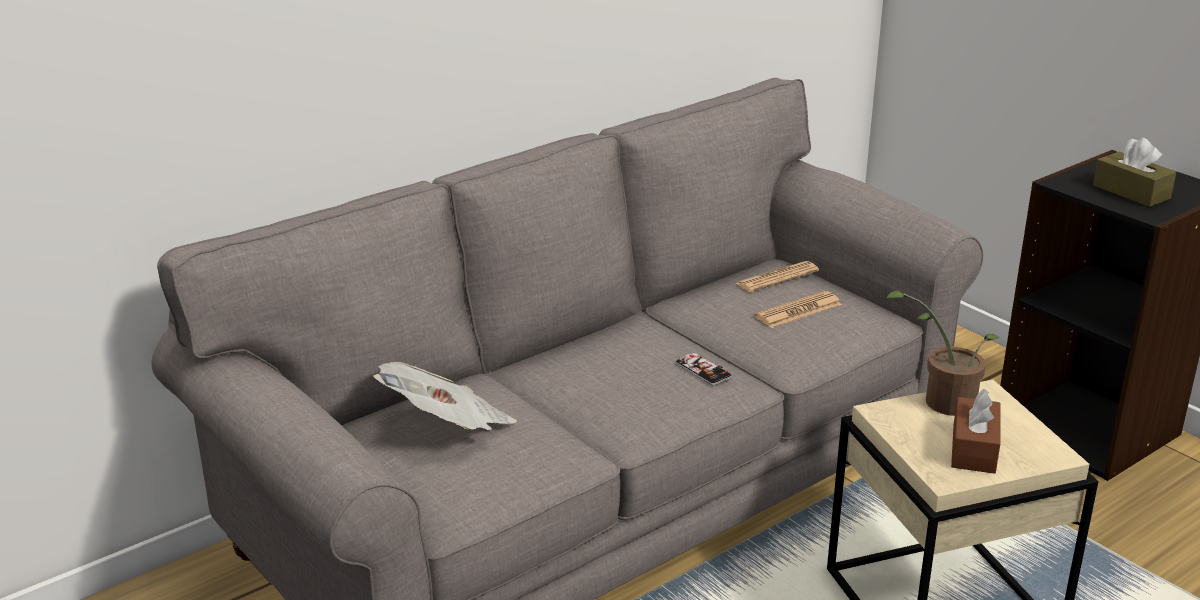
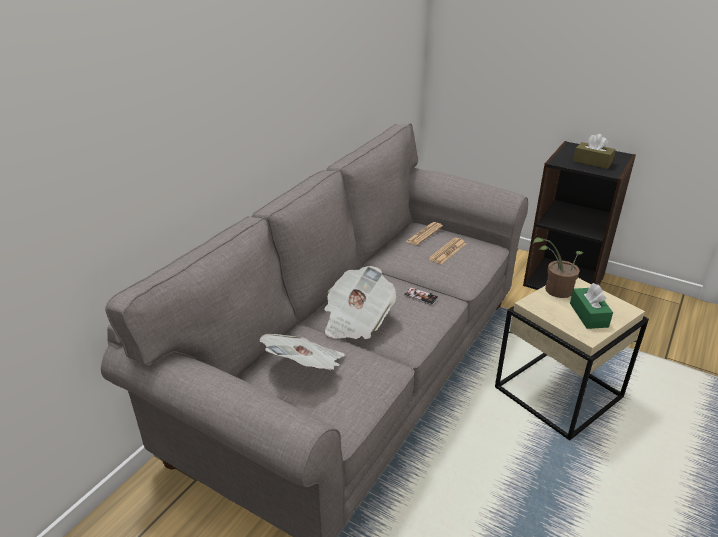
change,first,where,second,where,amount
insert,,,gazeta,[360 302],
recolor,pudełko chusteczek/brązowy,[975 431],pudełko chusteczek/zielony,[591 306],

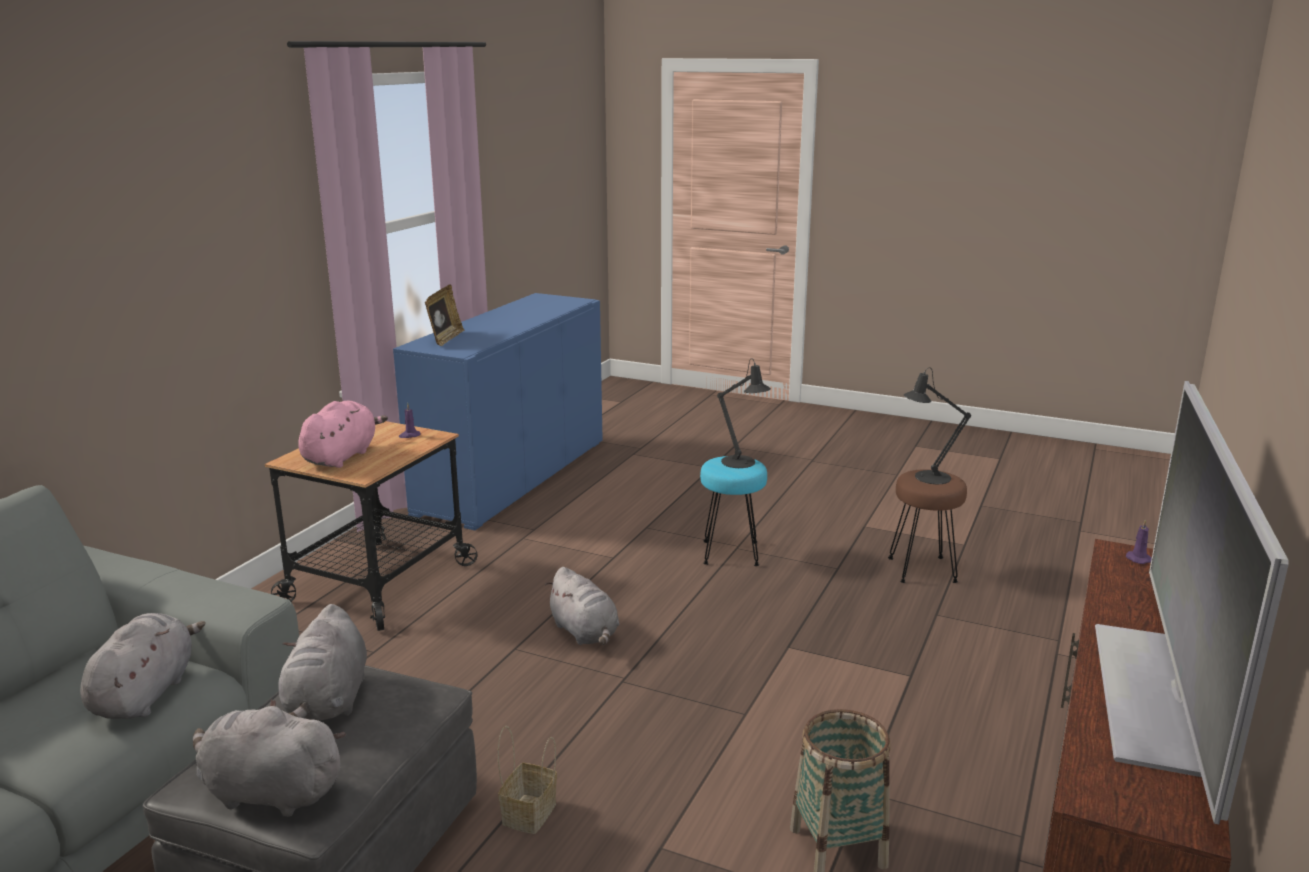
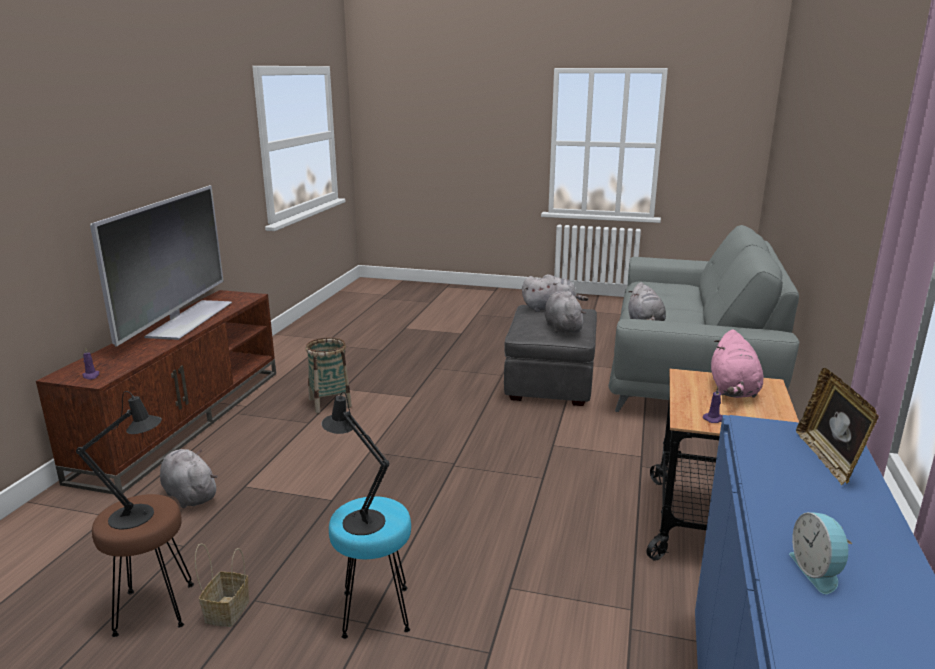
change,first,where,second,where,amount
move,pluszak/szary,[582 606],,[189 478],
move,koszyk,[527 780],,[222 585],
insert,,,budzik,[821 553],

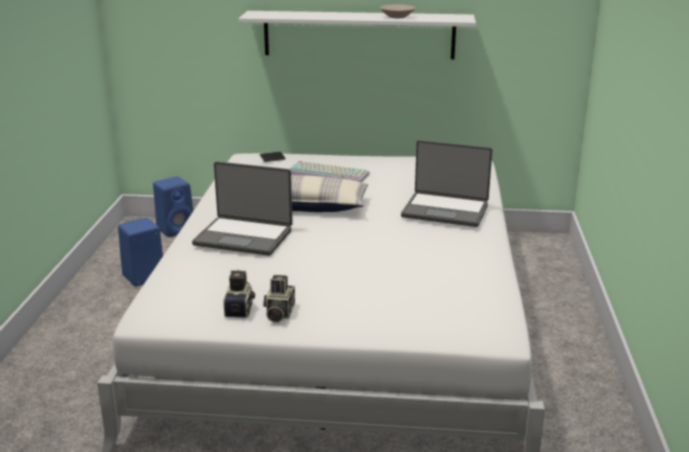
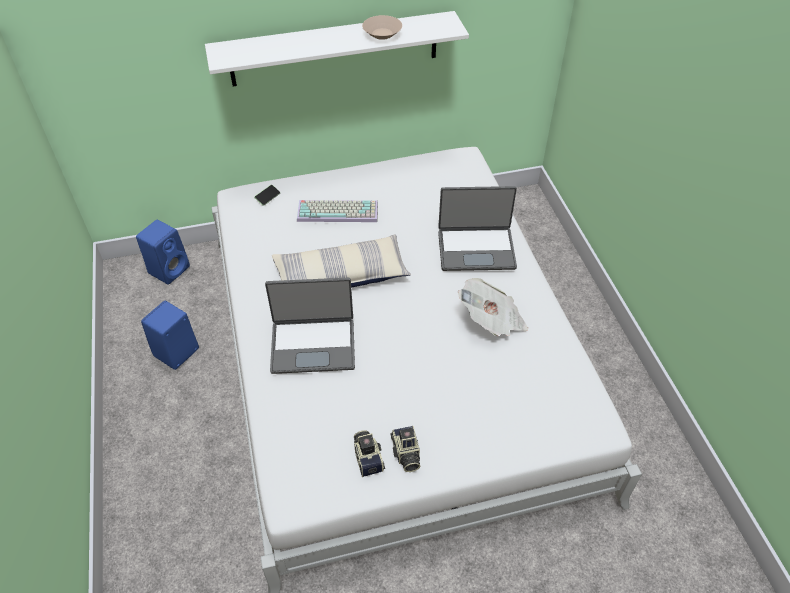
change,first,where,second,where,amount
insert,,,gazeta,[493 307],

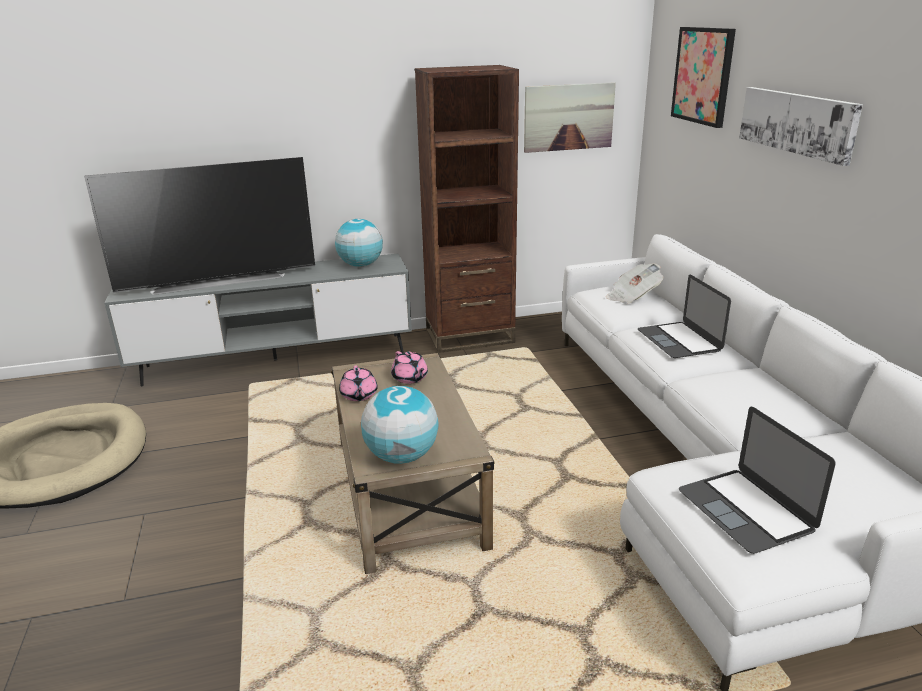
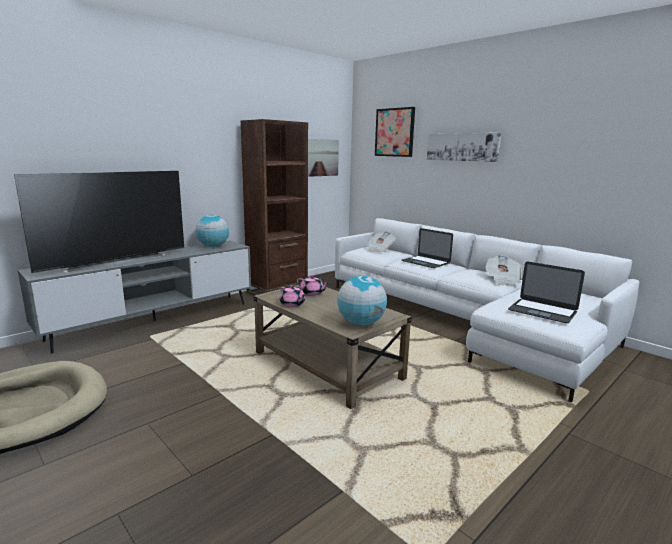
change,first,where,second,where,amount
insert,,,gazeta,[503 270],

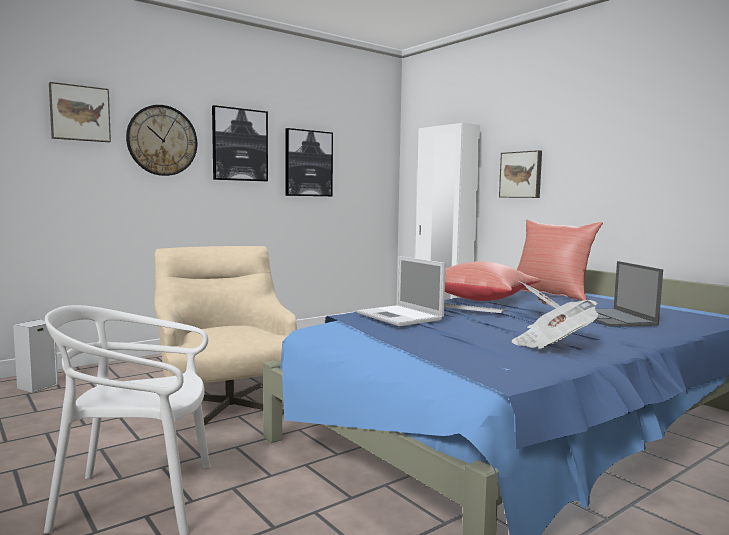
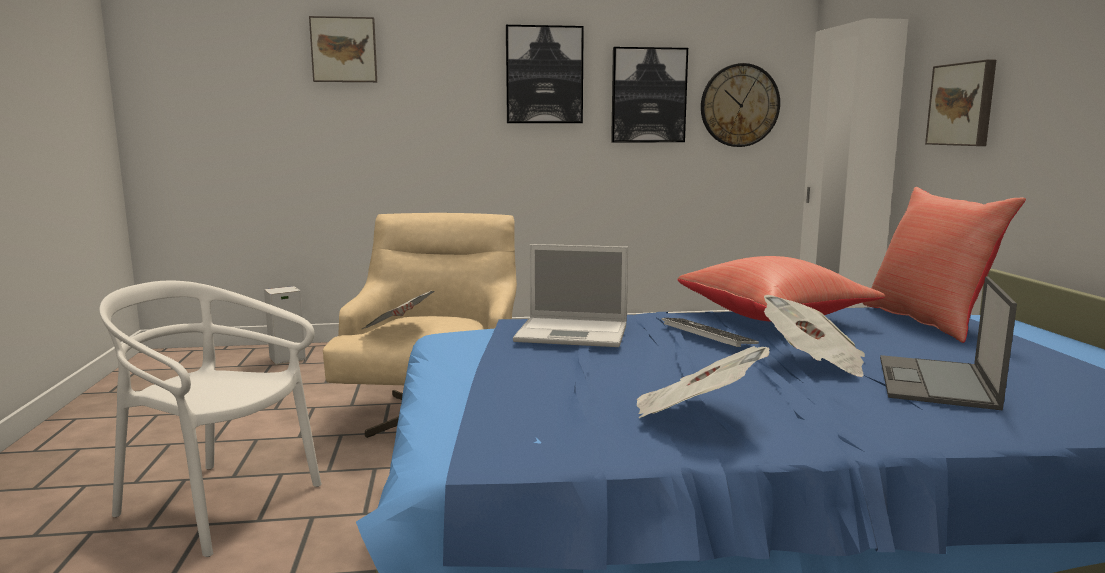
change,first,where,second,where,amount
insert,,,gazeta,[397 310],
rotate,laptop,[401 291],,[570 295],75 degrees counterclockwise
move,zegar ścienny,[161 140],,[740 105],

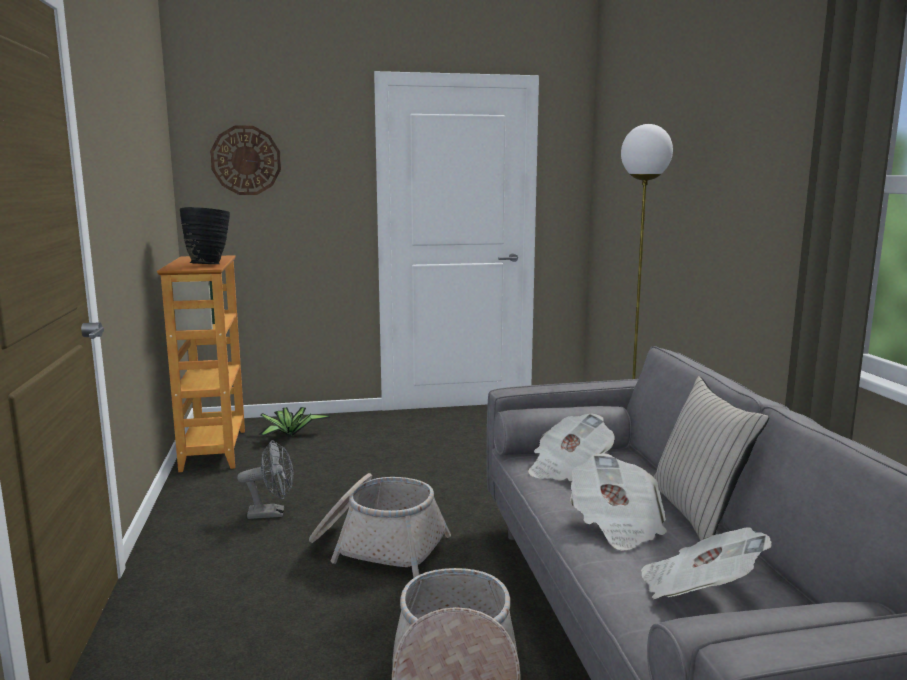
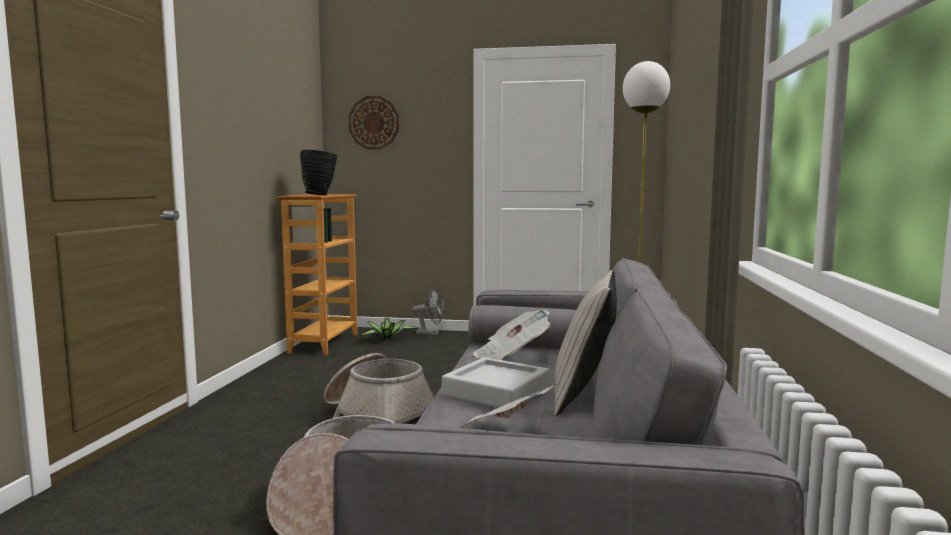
change,first,where,second,where,amount
move,wentylator/szary,[265 479],,[428 312],
replace,gazeta,[618 502],taca/szary,[496 382],

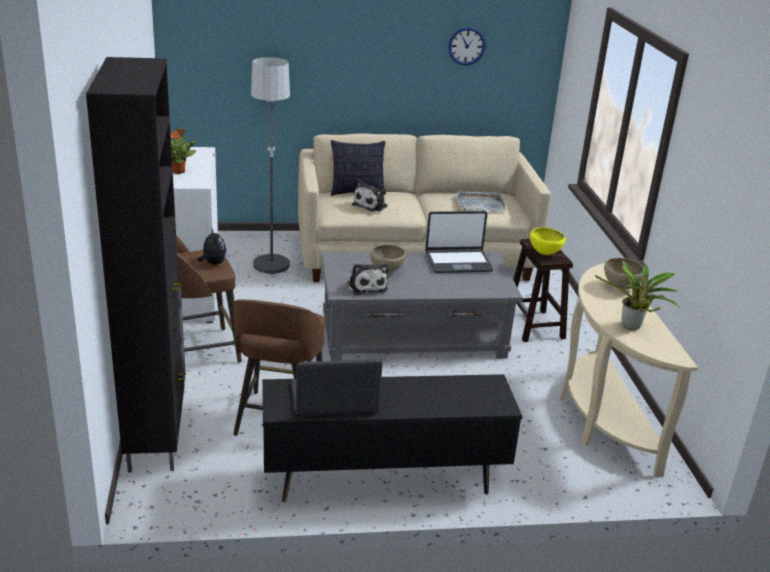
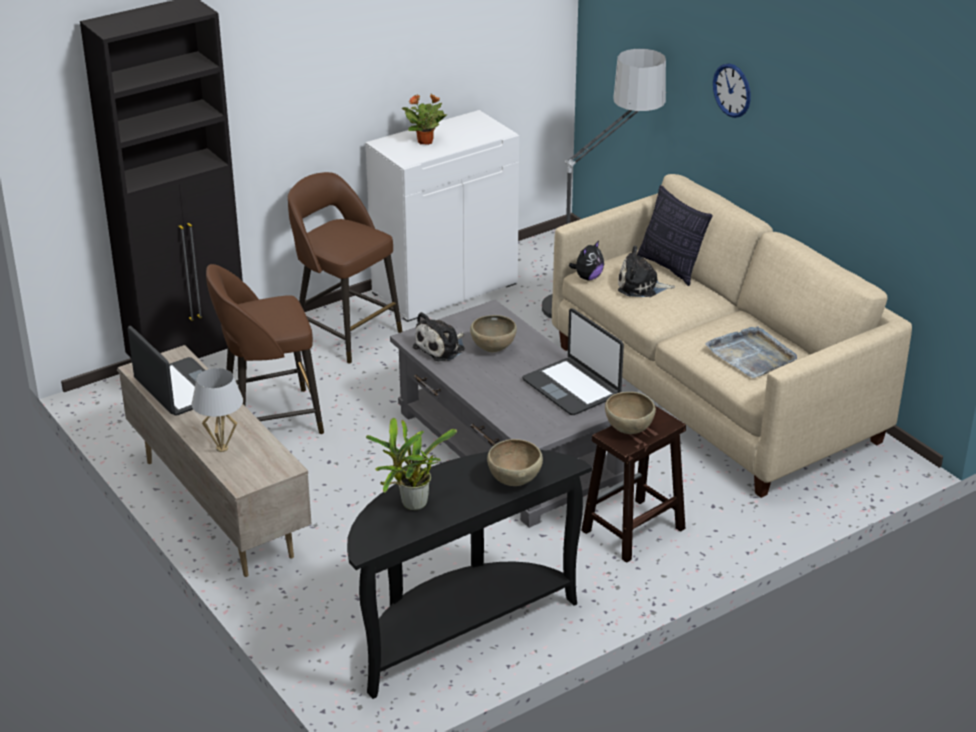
change,first,where,second,where,amount
recolor,szafka pod telewizor/czarny,[392 438],szafka pod telewizor/beżowy,[214 461],
insert,,,lampa stołowa/biały,[217 410],
recolor,stolik konsolowy/beżowy,[629 370],stolik konsolowy/czarny,[469 574],
move,pluszak,[211 246],,[586 260],
recolor,miska/żółty,[548 241],miska/brązowy,[630 413],
move,zegar ścienny,[467 46],,[732 90],

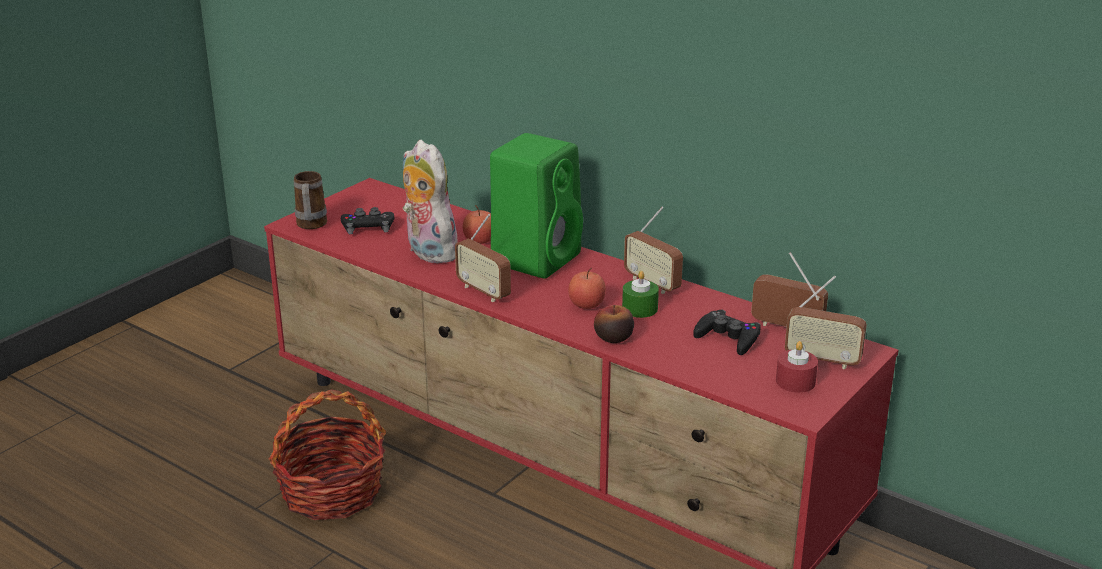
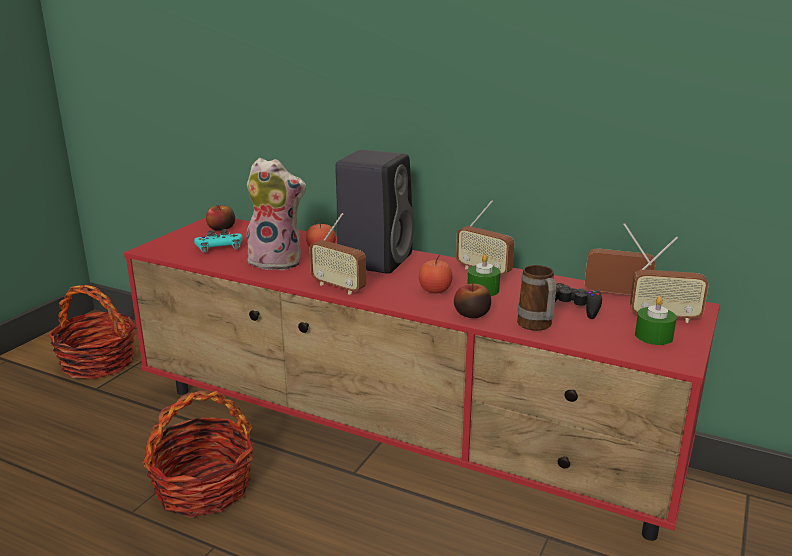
change,first,where,second,where,amount
insert,,,koszyk,[92 332],
recolor,pad do gier/czarny,[367 220],pad do gier/turkusowy,[218 241],
insert,,,jabłko,[220 218],
rotate,pluszak,[430 202],,[276 214],150 degrees clockwise
recolor,głośnik/zielony,[536 206],głośnik/czarny,[374 212],
move,kubek,[310 200],,[536 298],
recolor,świeca/czerwony,[797 367],świeca/zielony,[656 320],

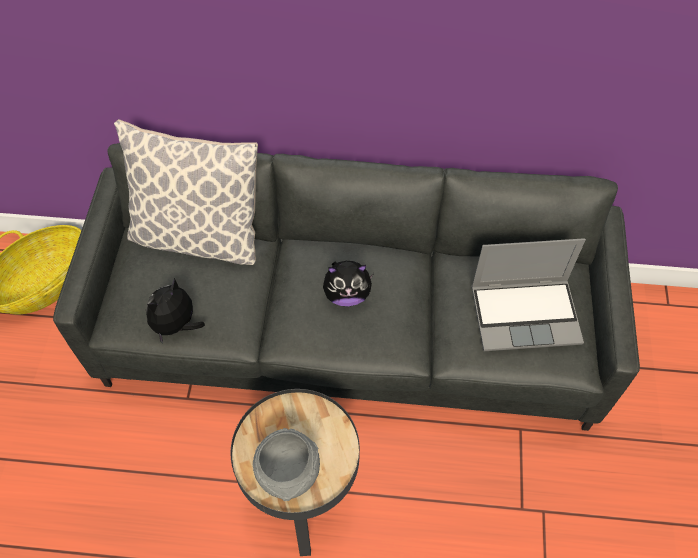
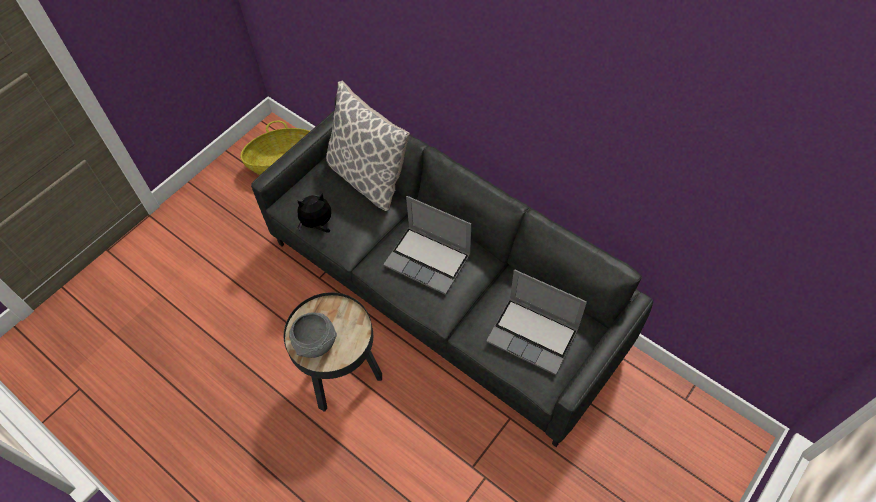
change,first,where,second,where,amount
replace,pluszak,[348 284],laptop,[427 245],

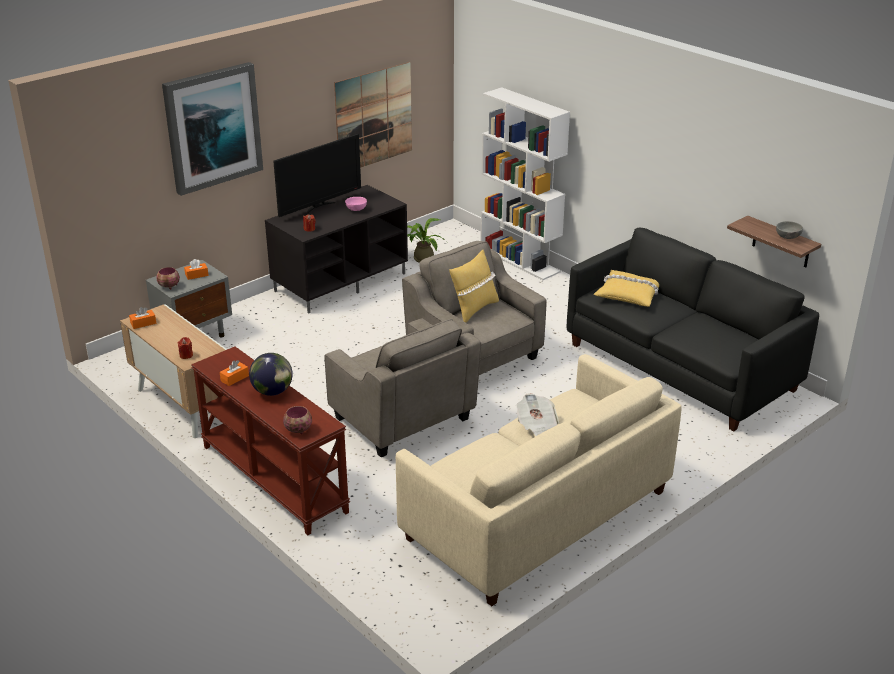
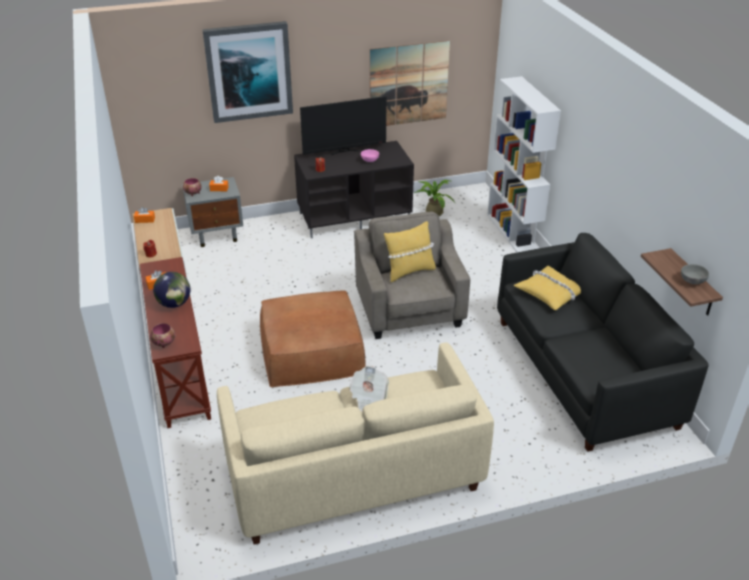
change,first,where,second,where,amount
replace,fotel/szary,[402 387],pufa/brązowy,[313 339],

